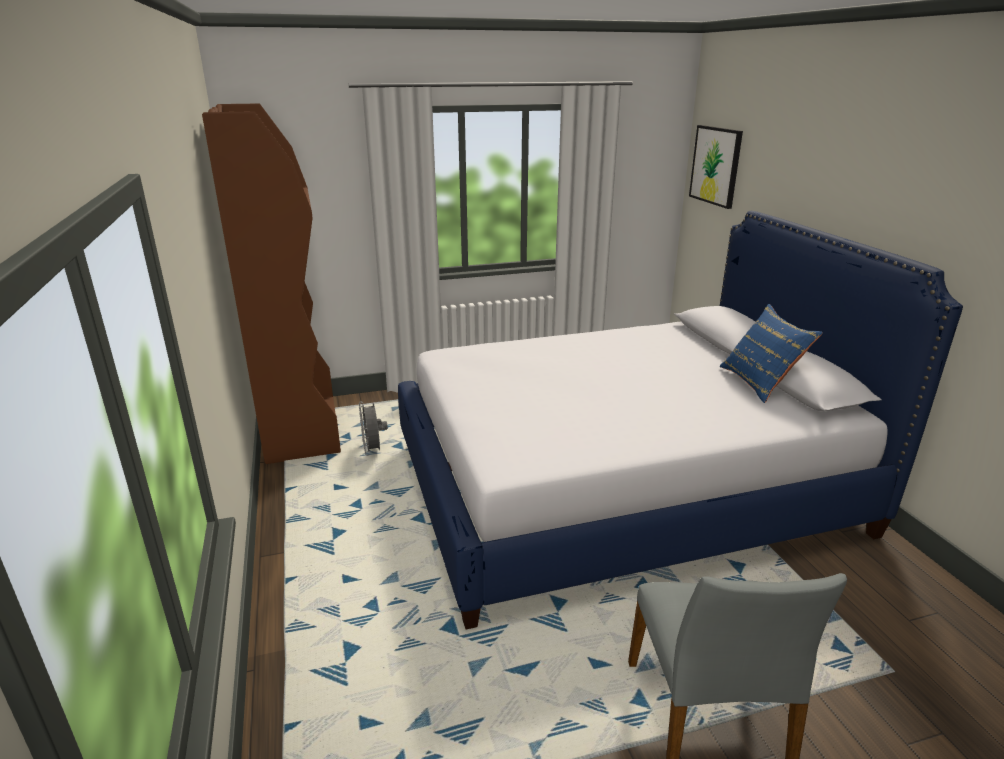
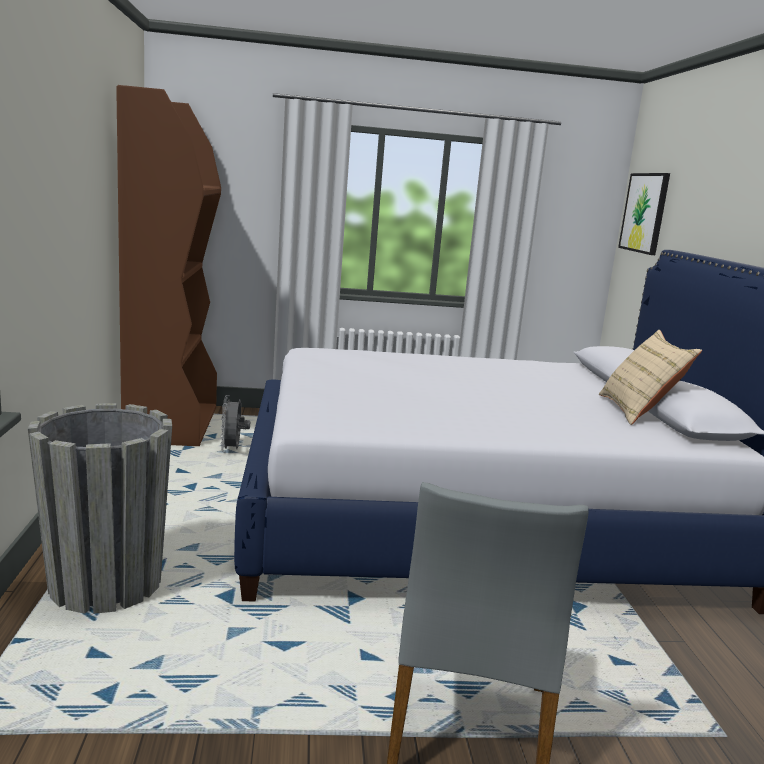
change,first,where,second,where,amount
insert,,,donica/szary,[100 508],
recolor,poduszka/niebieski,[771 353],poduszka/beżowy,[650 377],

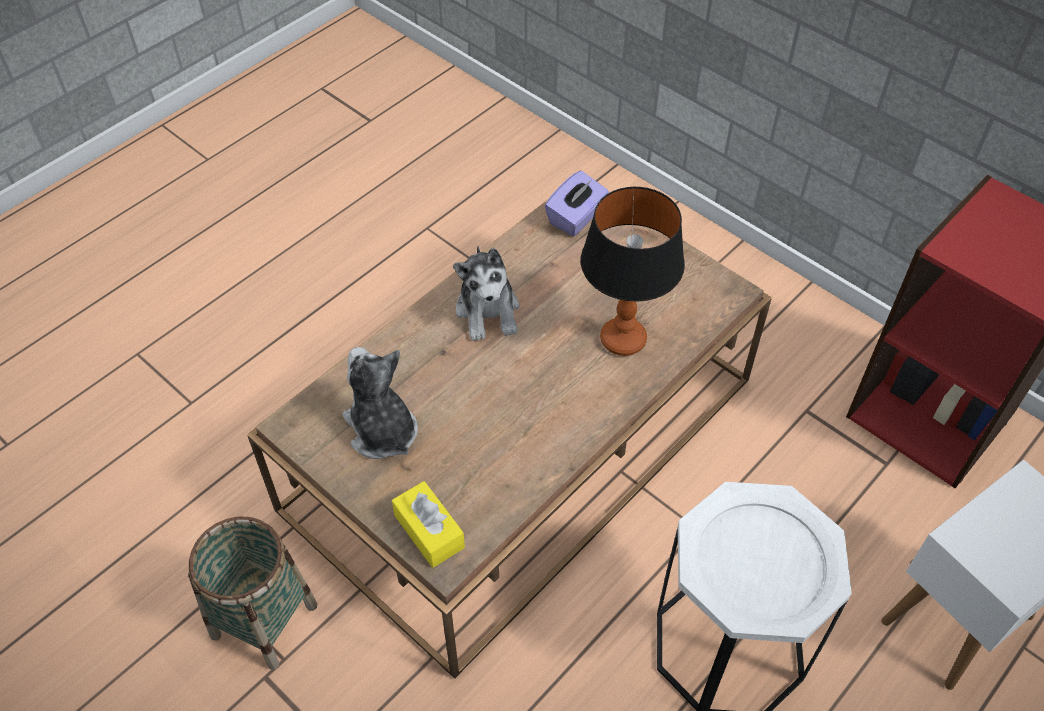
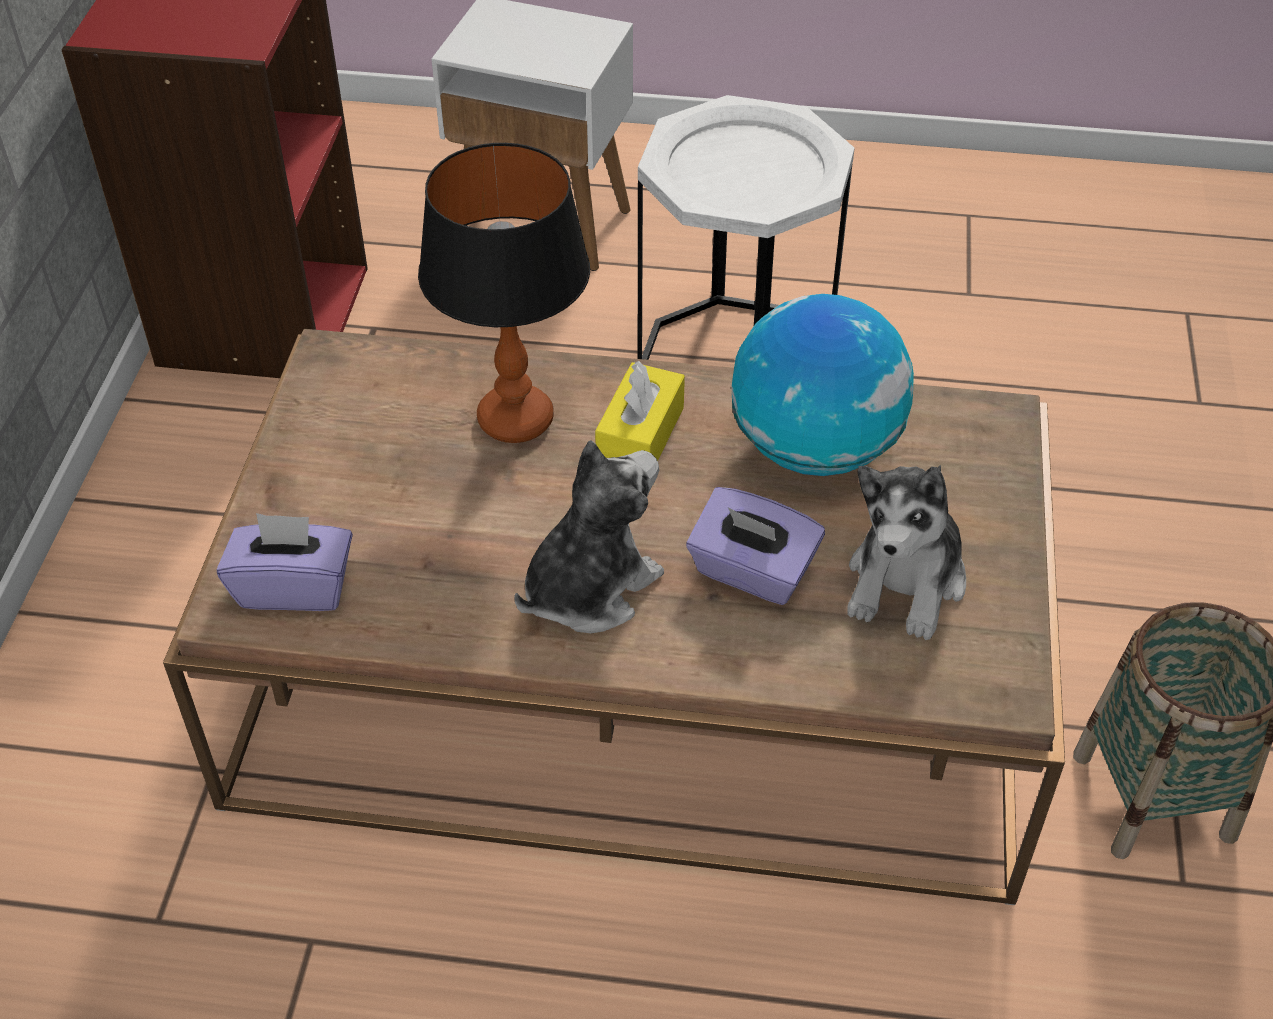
change,first,where,second,where,amount
move,pudełko chusteczek/żółty,[428 524],,[640 411],
insert,,,pudełko chusteczek/fioletowy,[755 546],
insert,,,globus,[822 385],

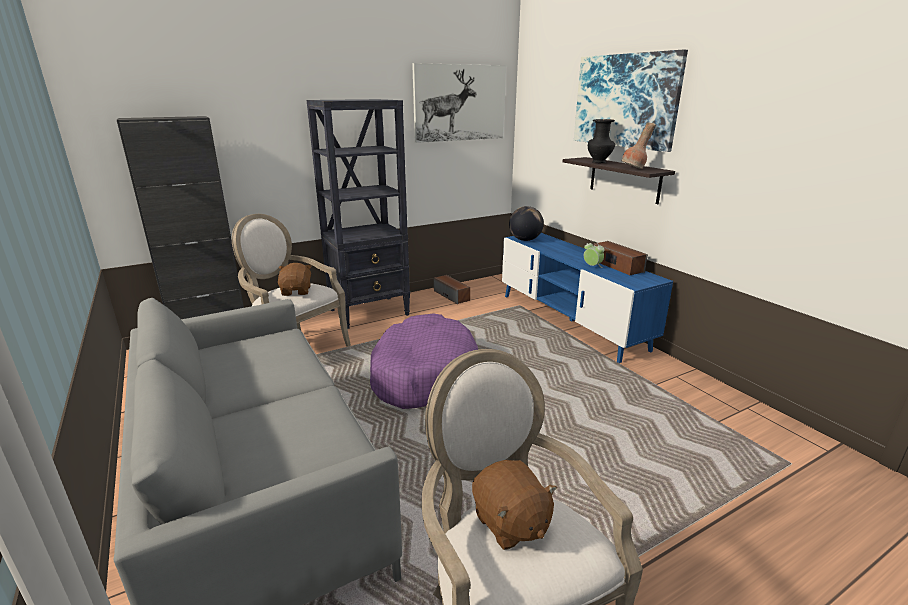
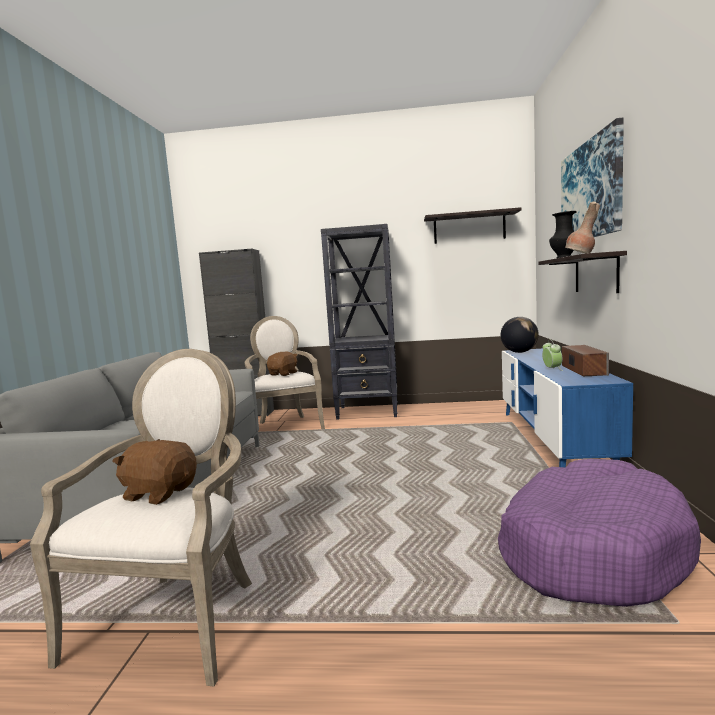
change,first,where,second,where,amount
rotate,pluszak/brązowy,[514 505],,[154 472],105 degrees clockwise
replace,obraz,[459 103],półka,[473 225],
move,legowisko/fioletowy,[424 361],,[599 533],
delete,głośnik,[452 289],,,

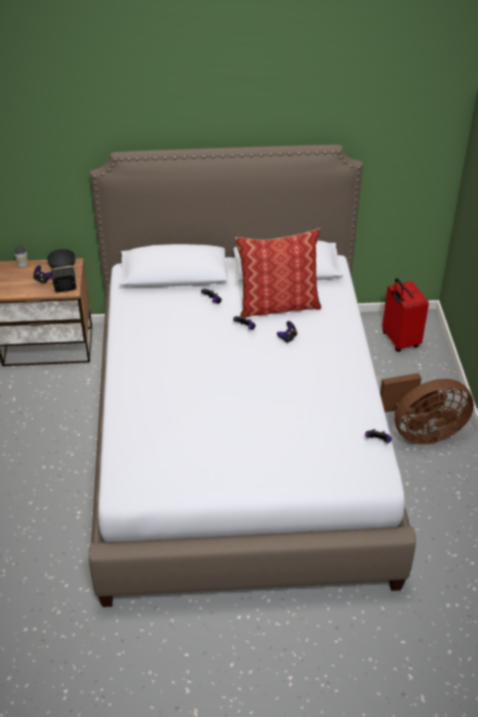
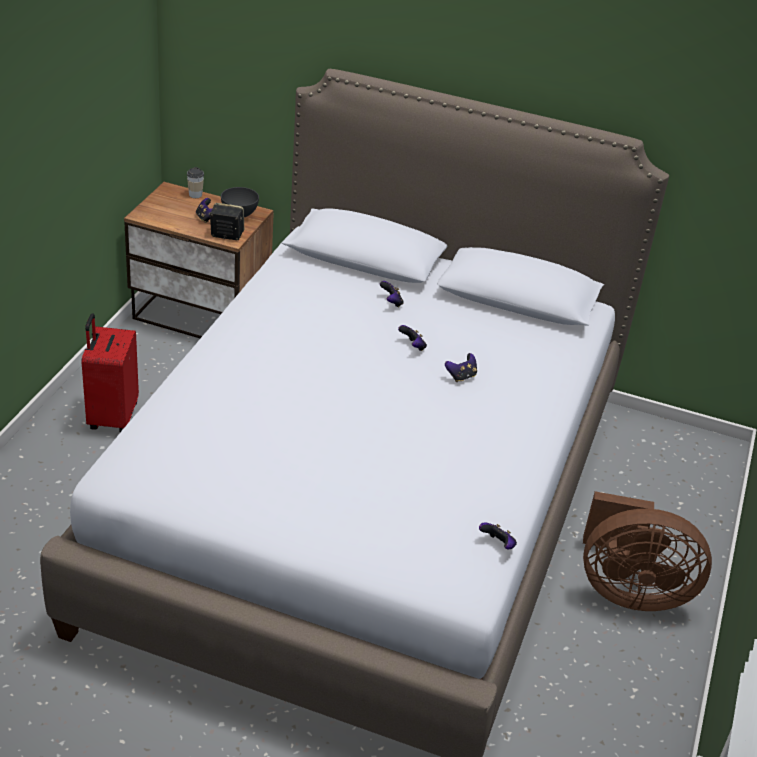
change,first,where,second,where,amount
move,walizka/czerwony,[405 315],,[110 372],
delete,poduszka,[278 272],,,

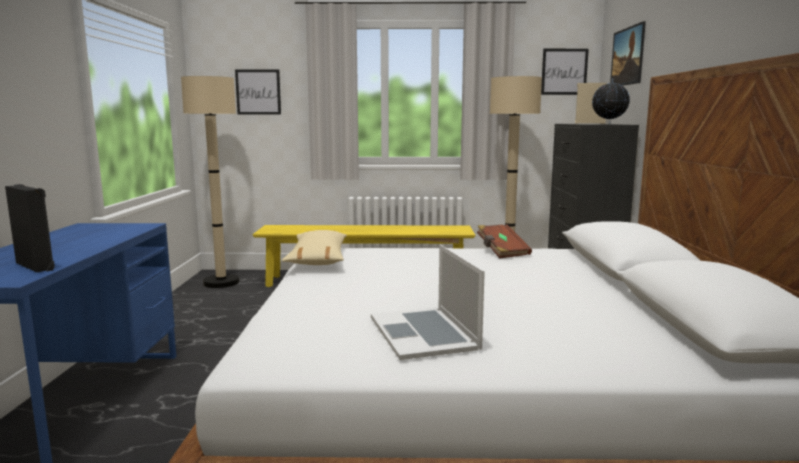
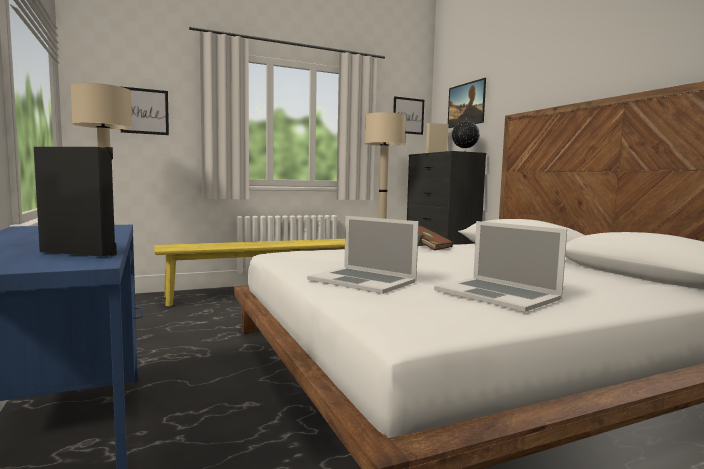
change,first,where,second,where,amount
insert,,,laptop,[363 255],
delete,poduszka/beżowy,[314 247],,,

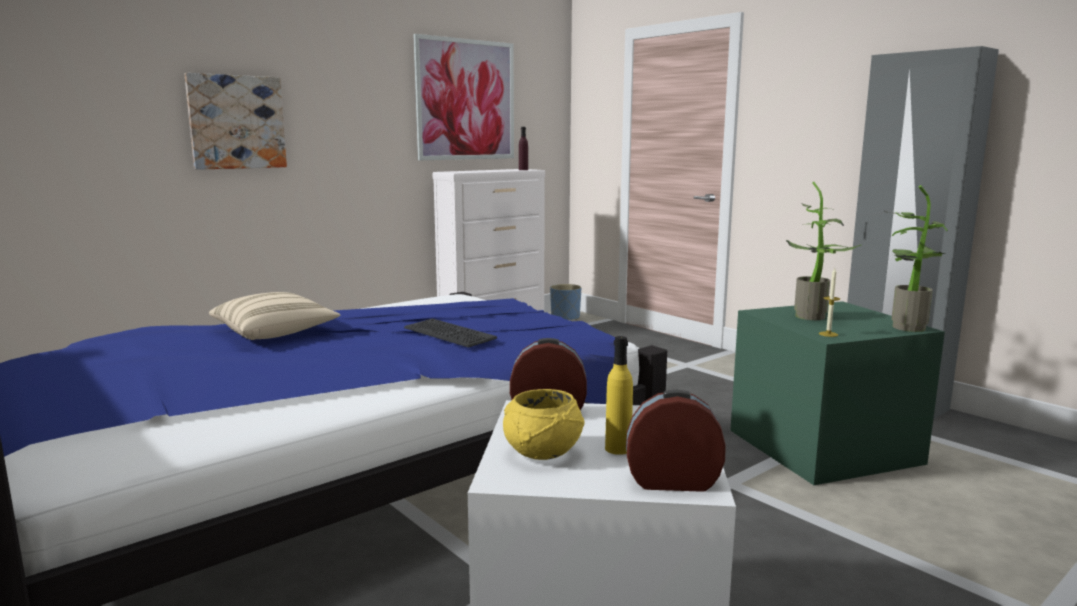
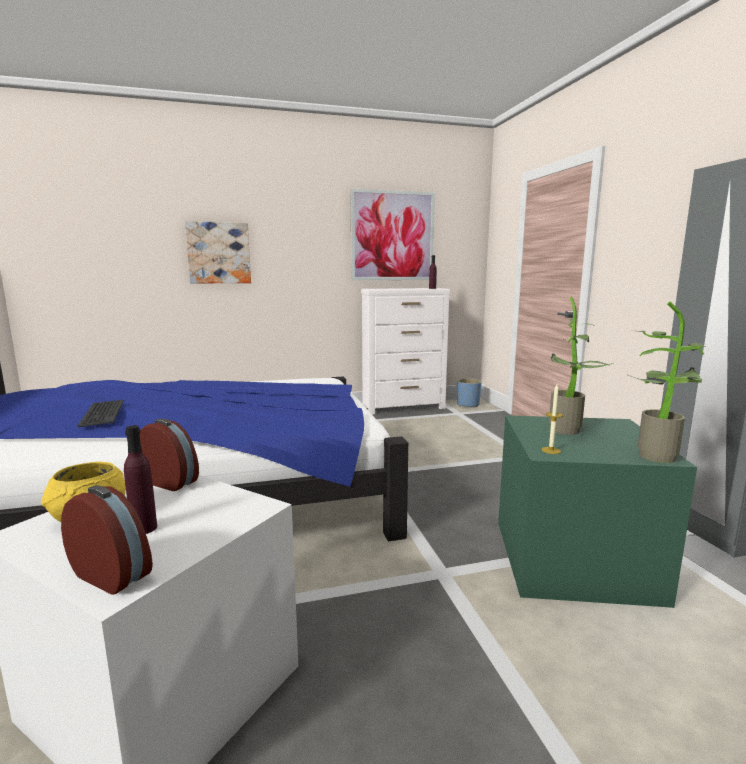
change,first,where,second,where,amount
move,klawiatura,[450 333],,[101 413],
recolor,butelka/żółty,[619 395],butelka/fioletowy,[140 479],
delete,poduszka/beżowy,[274 316],,,

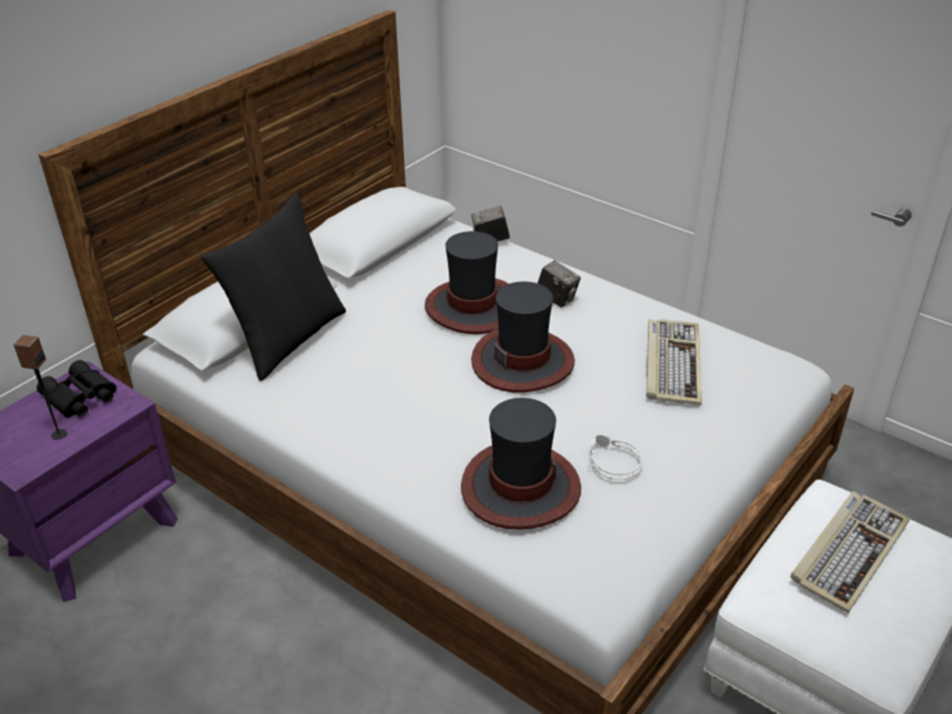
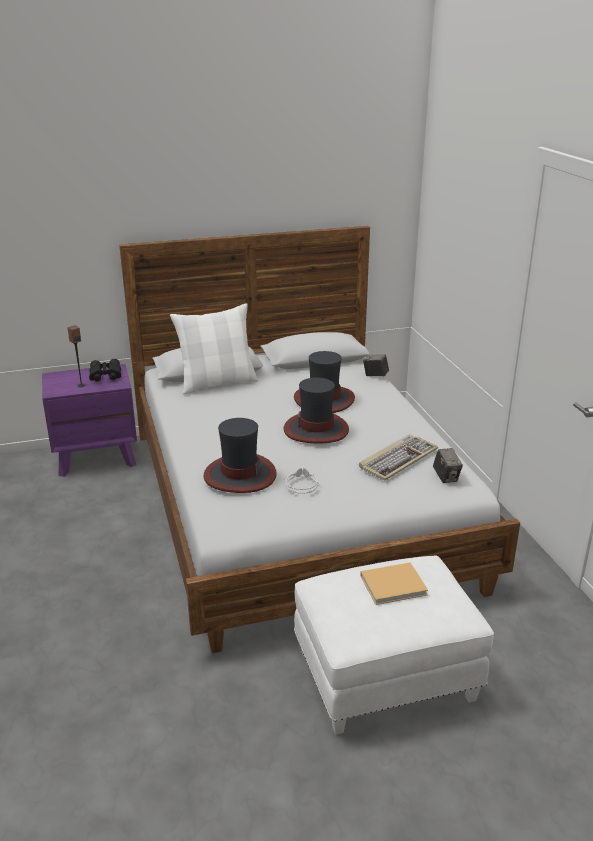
change,first,where,second,where,amount
recolor,poduszka/czarny,[273 287],poduszka/biały,[214 349],
replace,klawiatura,[850 552],książka/beżowy,[394 583],
move,aparat fotograficzny,[559 284],,[448 465],

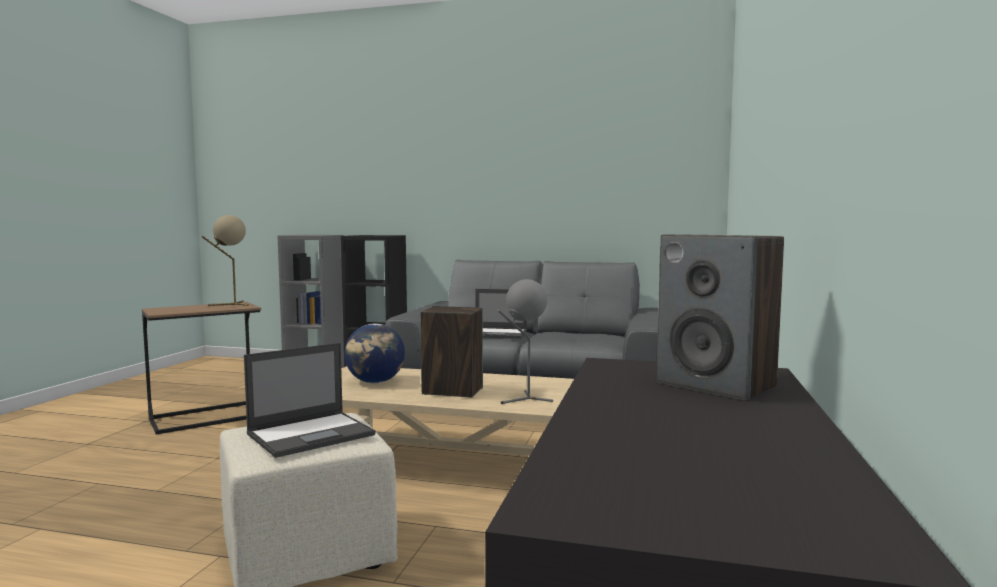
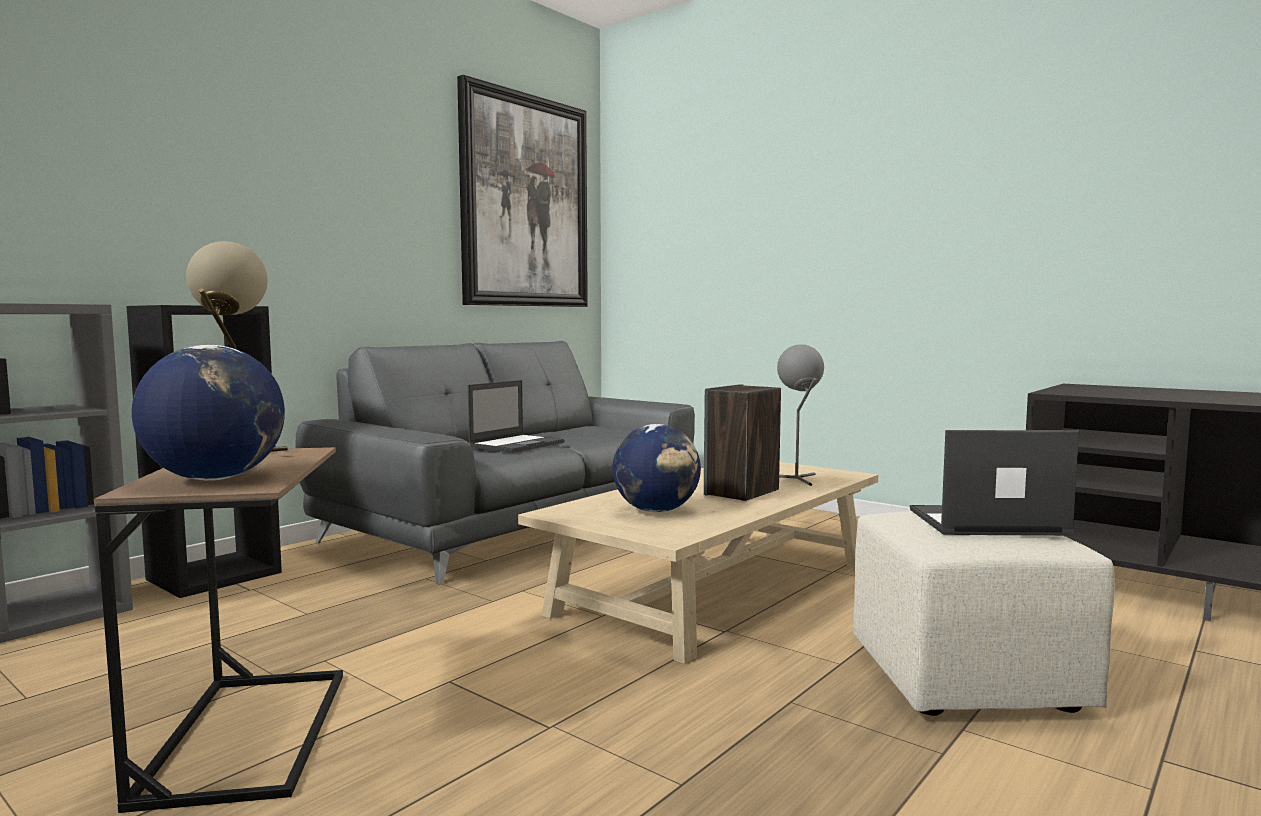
change,first,where,second,where,amount
insert,,,globus,[208 413],
insert,,,obraz,[522 191],
rotate,laptop,[310 400],,[994 483],75 degrees counterclockwise
delete,głośnik,[720 317],,,

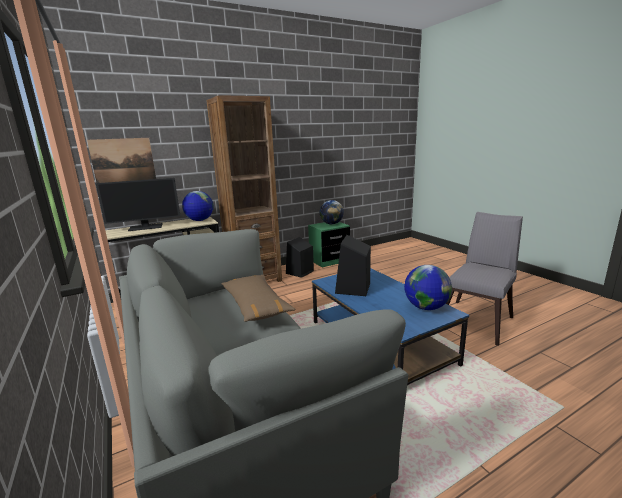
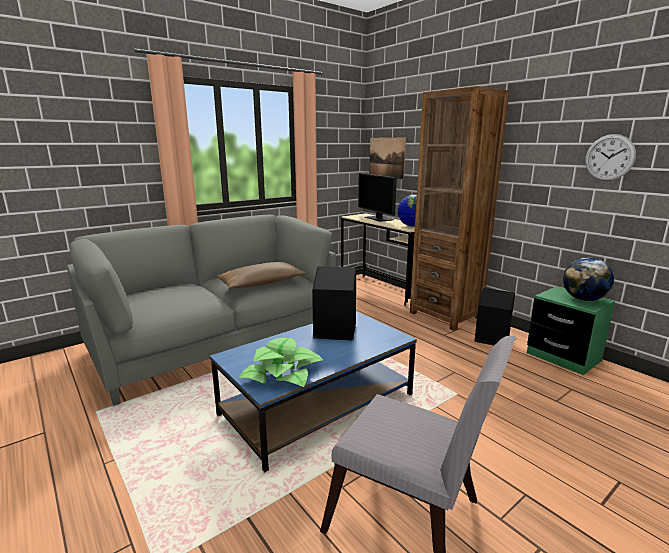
change,first,where,second,where,amount
replace,globus,[428 287],roślina doniczkowa,[281 362],
insert,,,zegar ścienny,[610 157],

